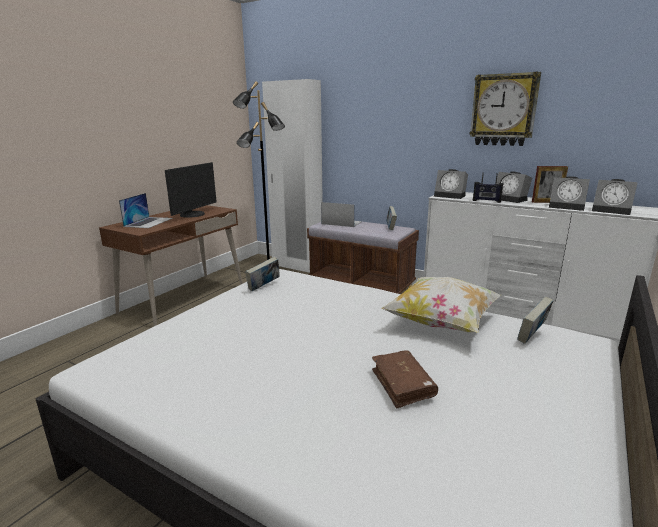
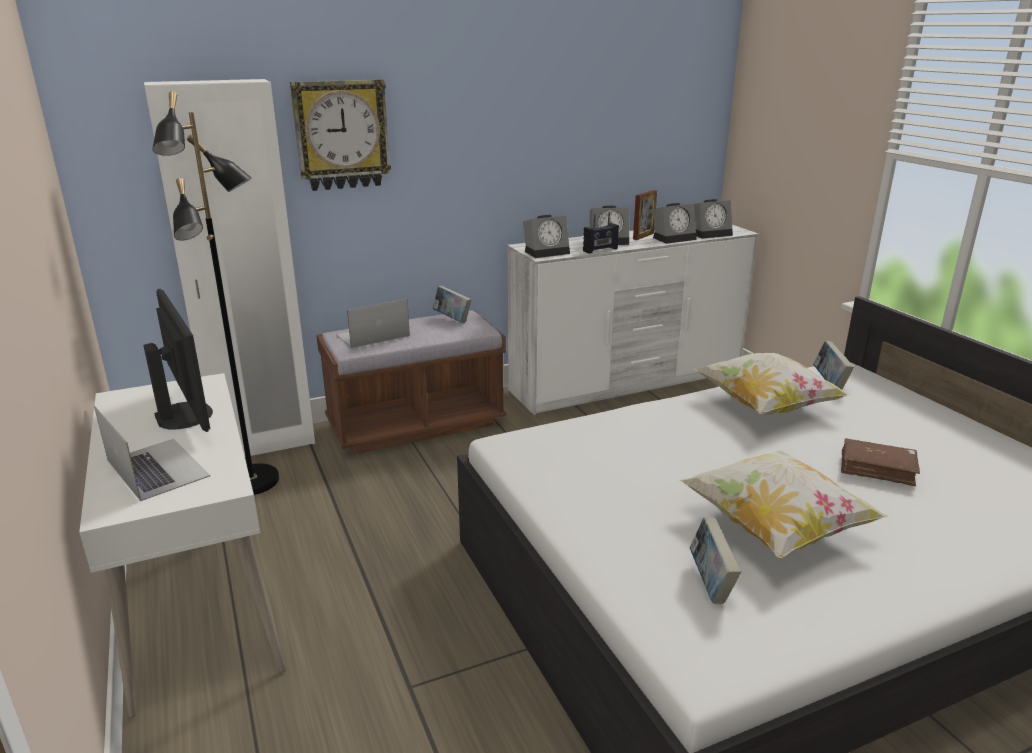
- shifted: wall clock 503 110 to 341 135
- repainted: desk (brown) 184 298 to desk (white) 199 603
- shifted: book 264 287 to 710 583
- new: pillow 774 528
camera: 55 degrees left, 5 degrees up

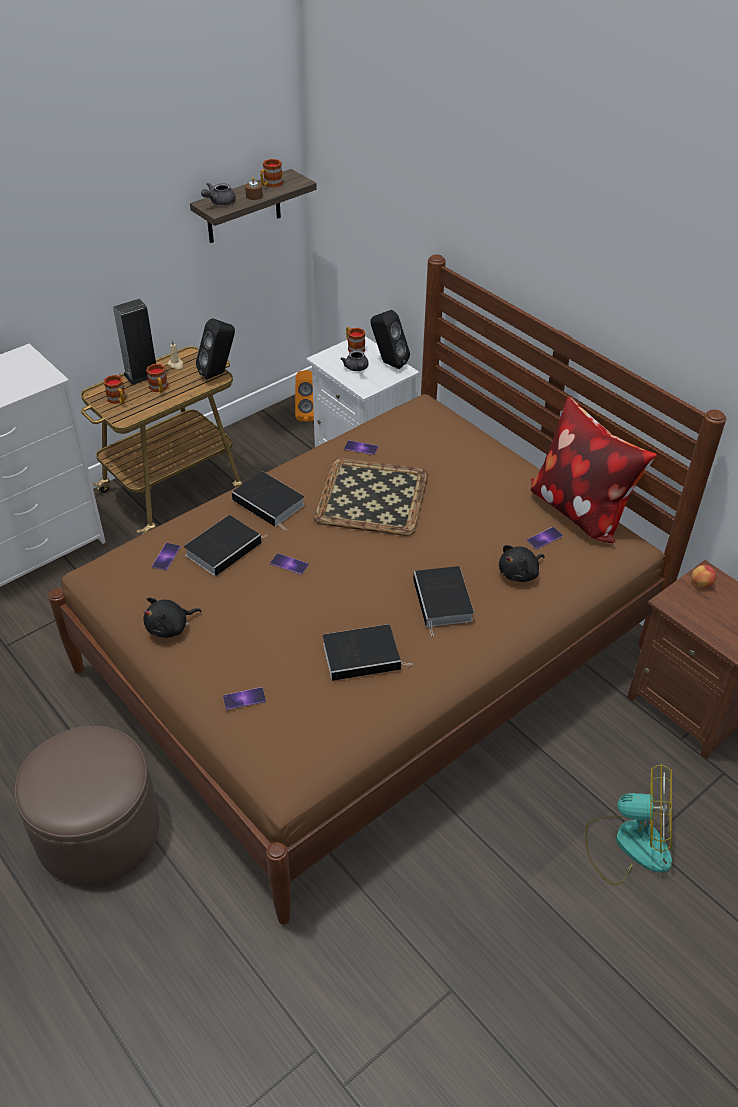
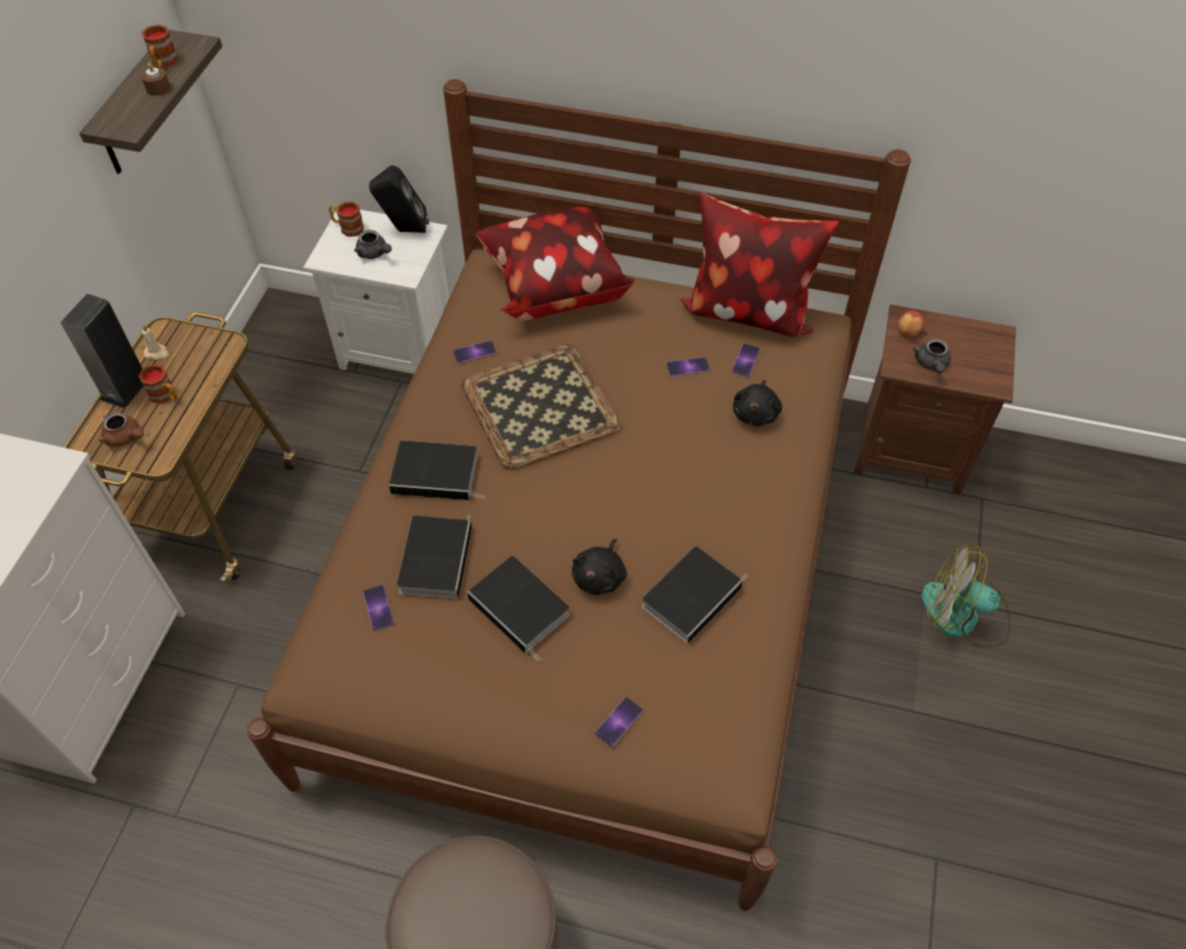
- shifted: teapot (grey) 219 202 to 931 364
- gone: speaker (black) 219 373
- gone: speaker (orange) 307 414
- swapped: mug 118 400 to teapot (brown) 126 438
- shifted: phone 289 564 to 688 367
- shifted: book 443 602 to 522 608
- shifted: plush toy (black) 170 627 to 600 576
- rotated: fan 628 843 = 963 616 135 degrees counterclockwise
- new: pillow 553 286
camera: 35 degrees left, 10 degrees up

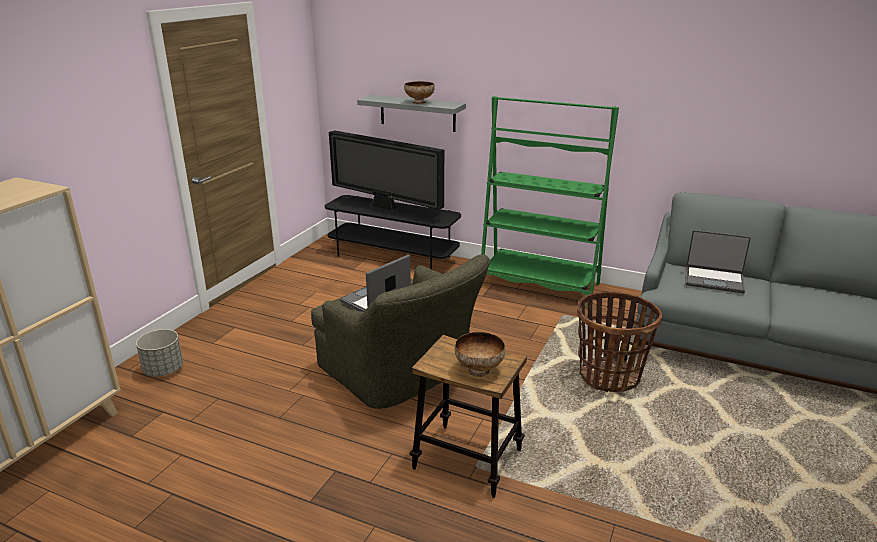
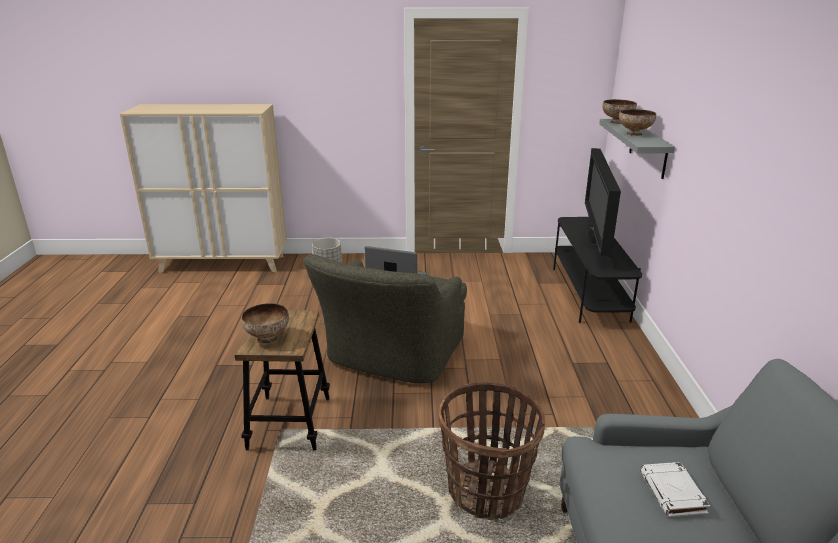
- gone: bookcase (green) 539 285
- swapped: laptop 714 280 to book (white) 673 493
- new: bowl 616 122
camera: 65 degrees right, 0 degrees up

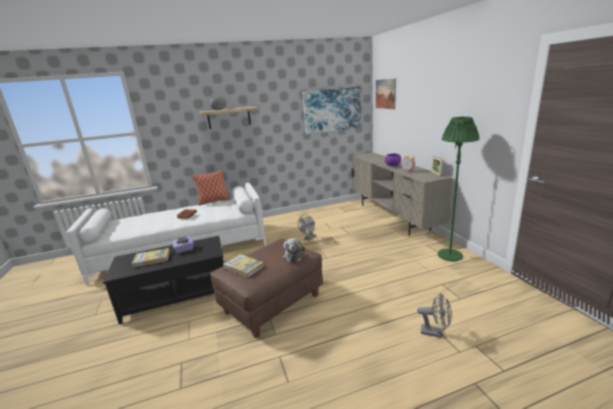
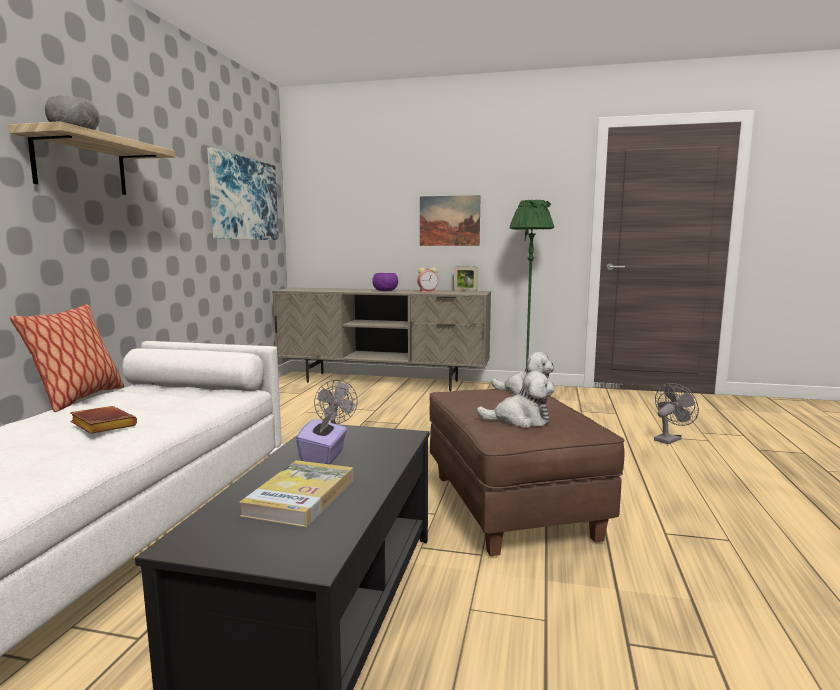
- shifted: picture 385 94 to 449 221
- swapped: book 243 267 to plush toy 520 420
camera: 60 degrees left, 10 degrees down

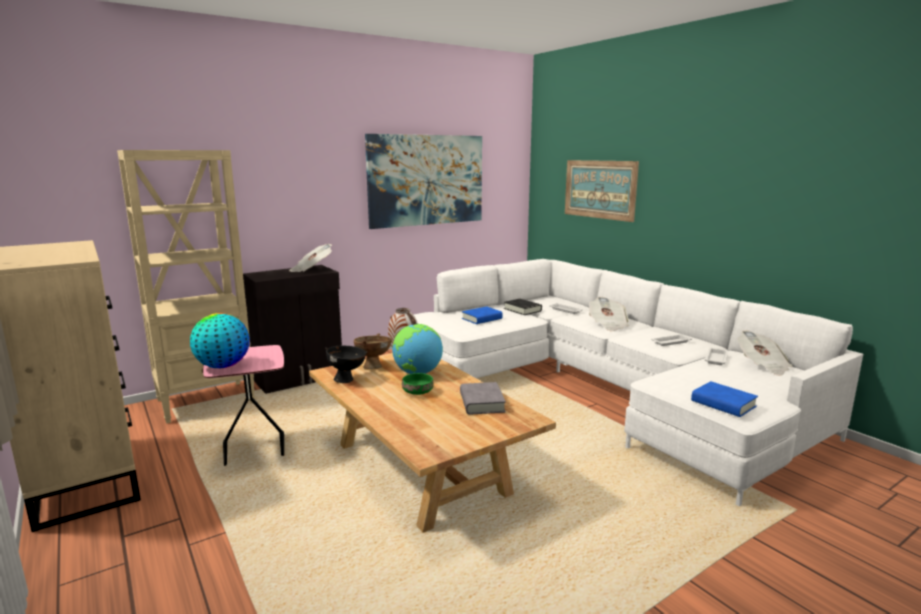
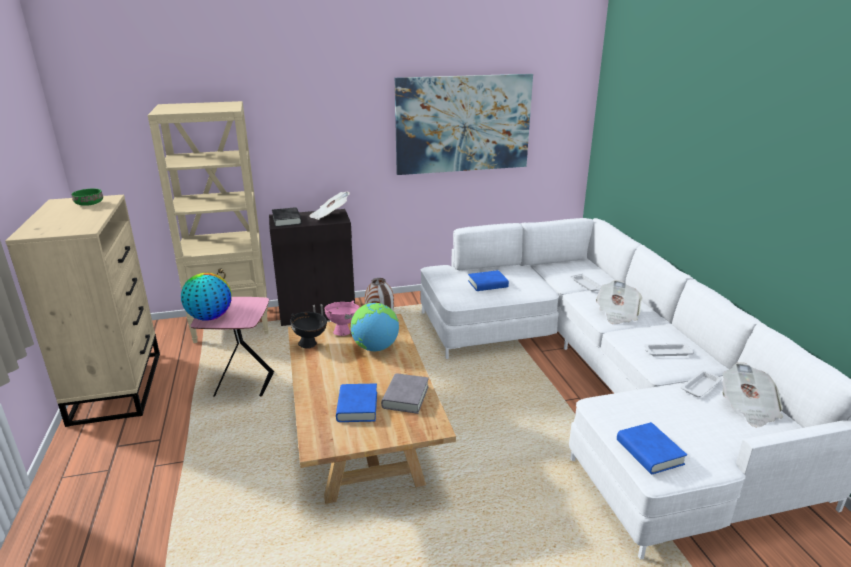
- gone: picture 599 189
- shifted: book (black) 522 310 to 287 220
- repainted: bowl (brown) 373 365 to bowl (pink) 344 331
- shifted: bowl (green) 418 392 to 89 204
- new: book (blue) 357 407
camera: 20 degrees right, 10 degrees up

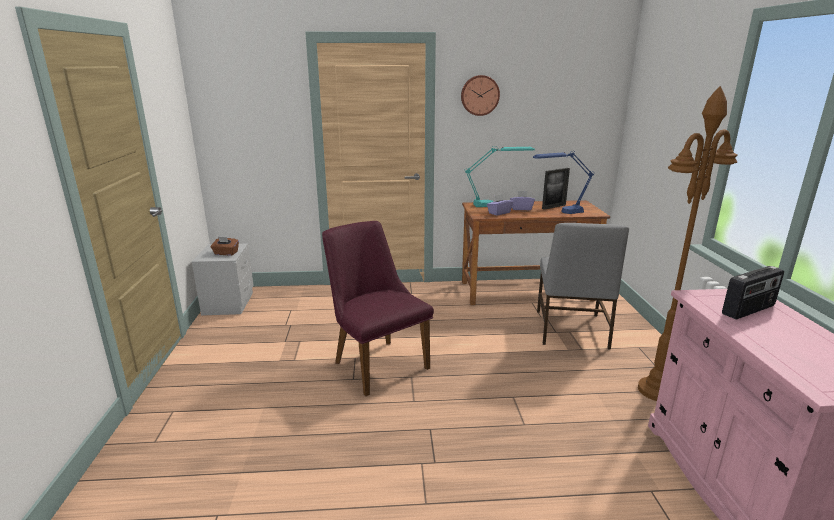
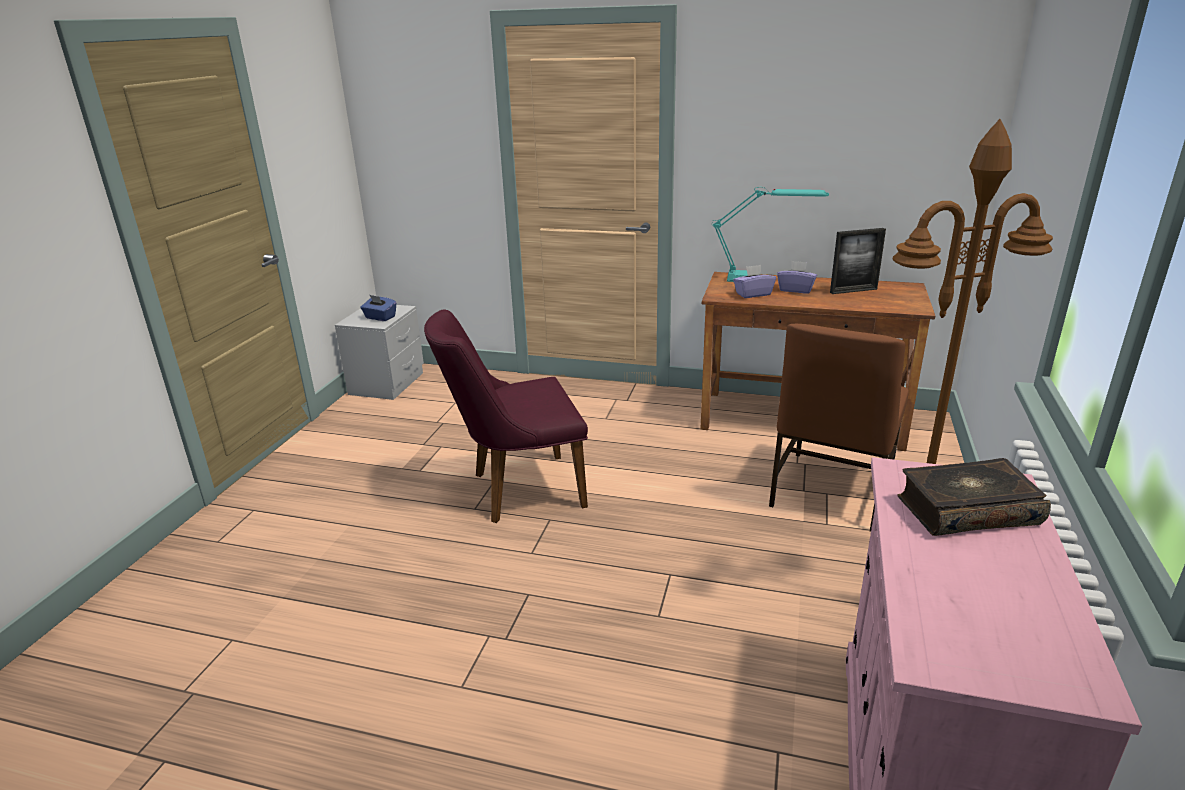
- gone: wall clock 479 95
- gone: table lamp (blue) 559 213
- rotated: chair (purple) 375 361 = 516 490 90 degrees counterclockwise
- repainted: chair (grey) 570 330 to chair (brown) 830 491
- repainted: tissue box (brown) 226 253 to tissue box (blue) 380 318
- swapped: radio 749 310 to book 966 510
camera: 20 degrees right, 5 degrees up

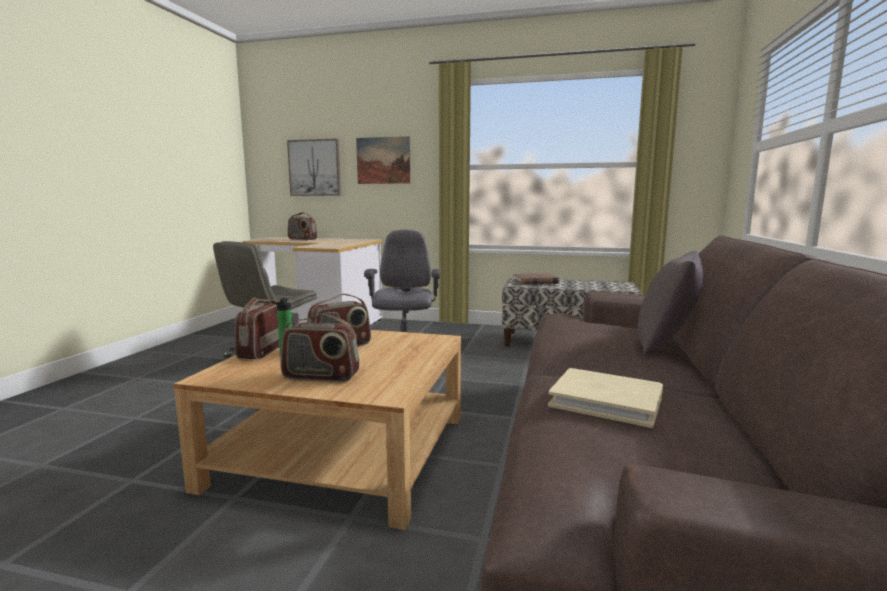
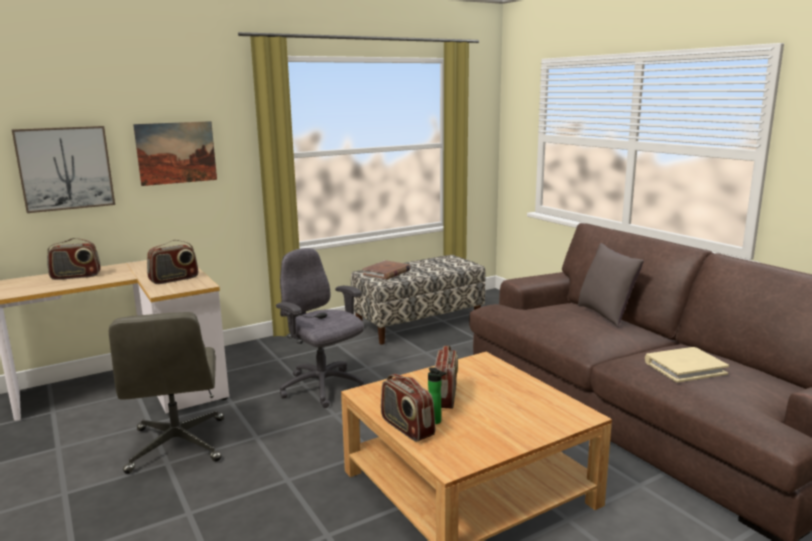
- shifted: radio 320 376 to 174 279
camera: 45 degrees left, 5 degrees up

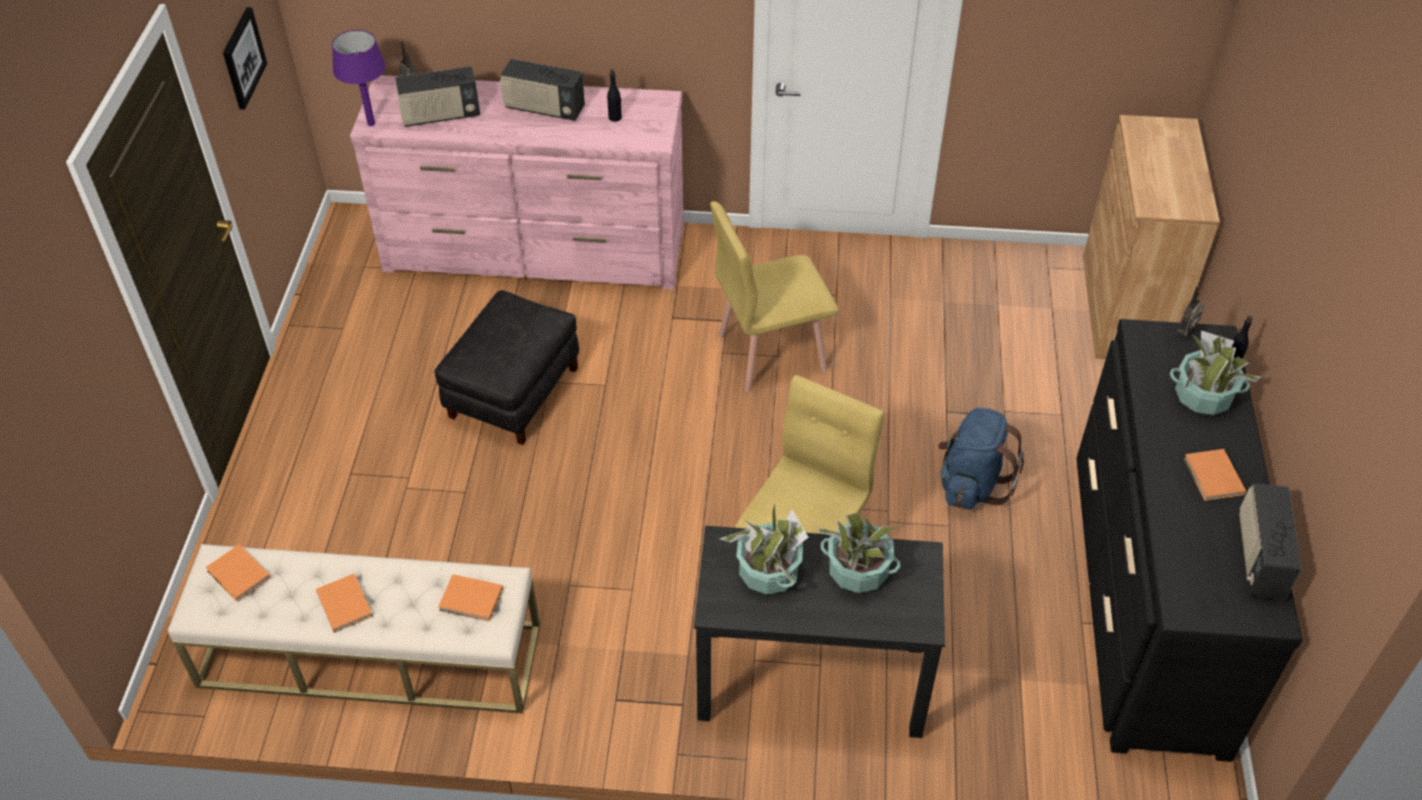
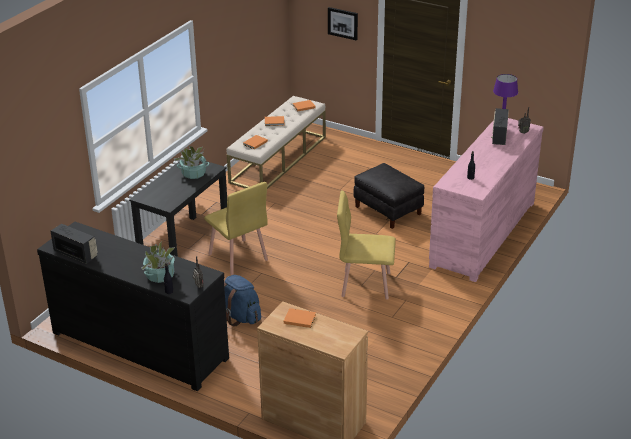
- shifted: picture 243 58 to 343 23
- gone: radio 544 109
- rotated: chair (yellow) 770 352 = 365 284 90 degrees counterclockwise
- shifted: book (orange) 1213 478 to 299 319
- gone: potted plant 858 571
camera: 115 degrees right, 15 degrees down

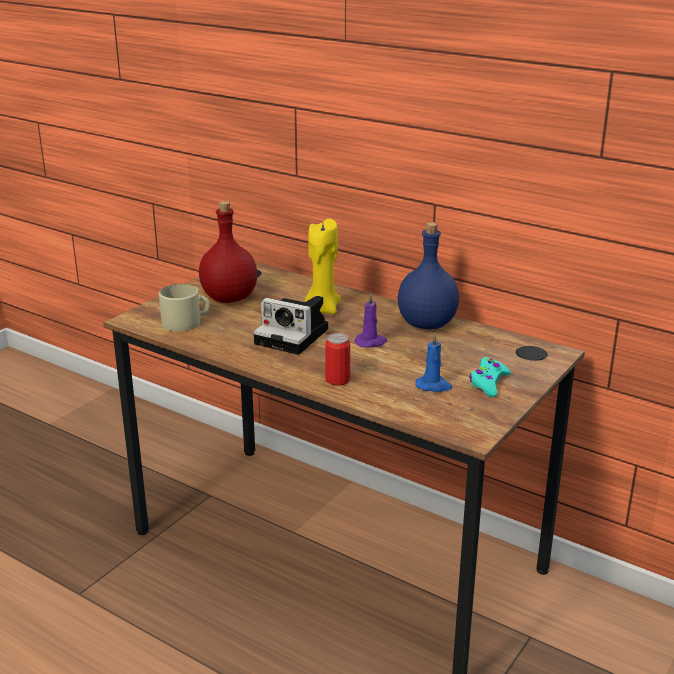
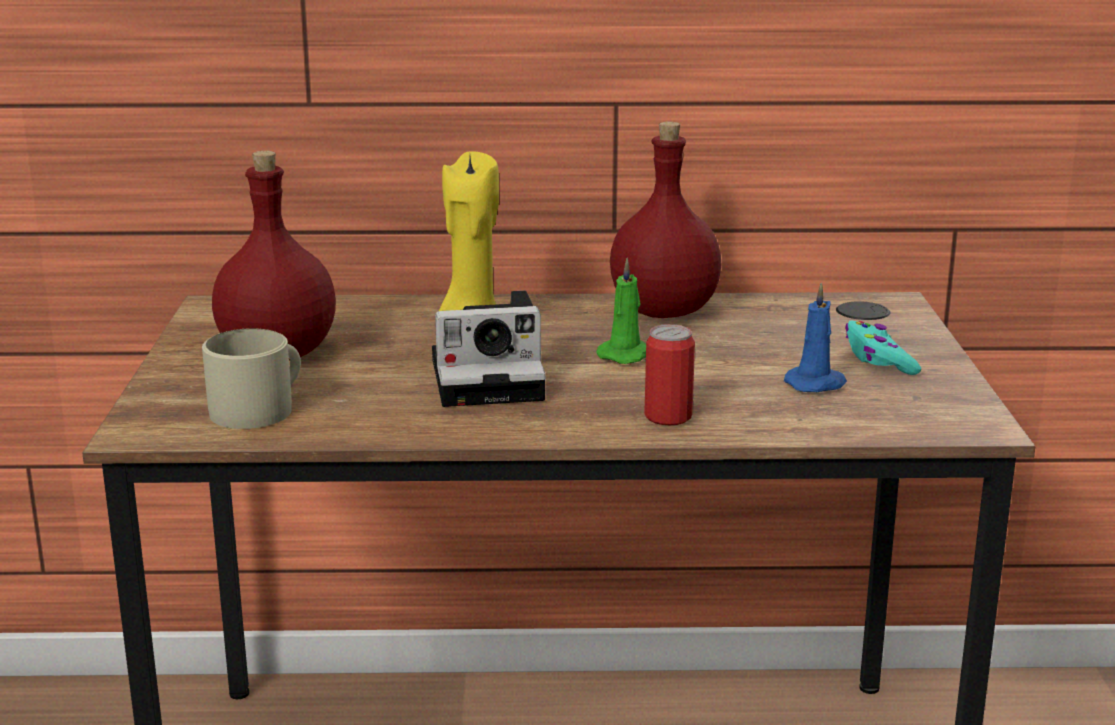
- repainted: bottle (blue) 426 324 to bottle (red) 664 312
- repainted: candle (purple) 371 342 to candle (green) 626 355
camera: 35 degrees left, 5 degrees down

